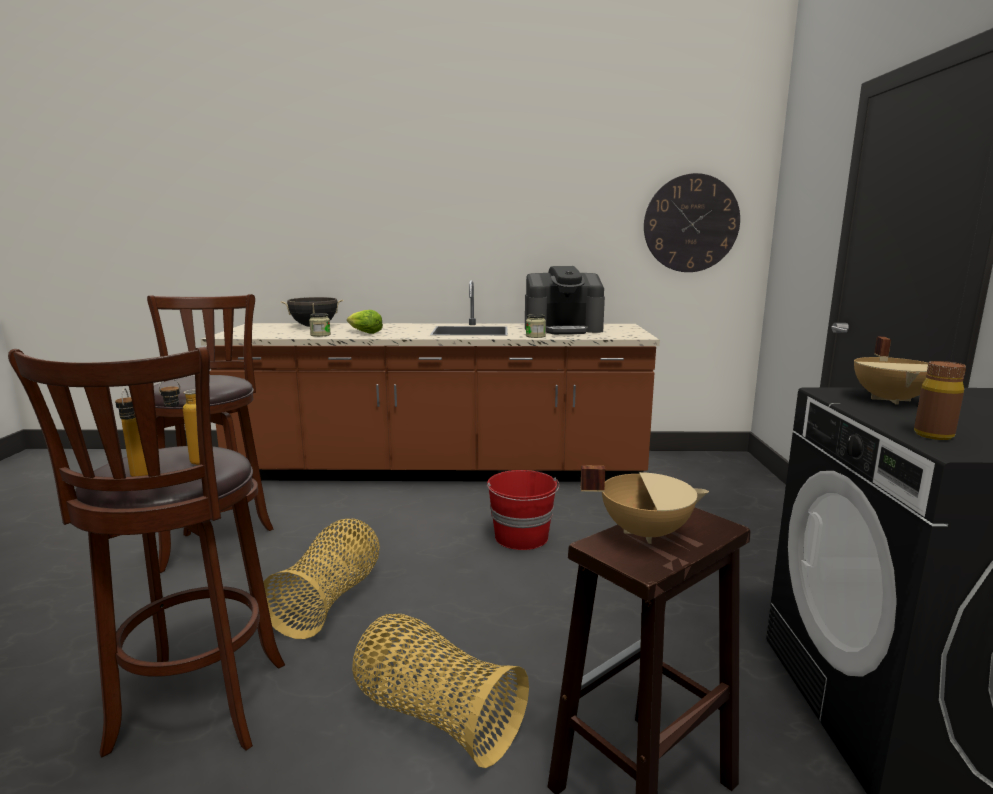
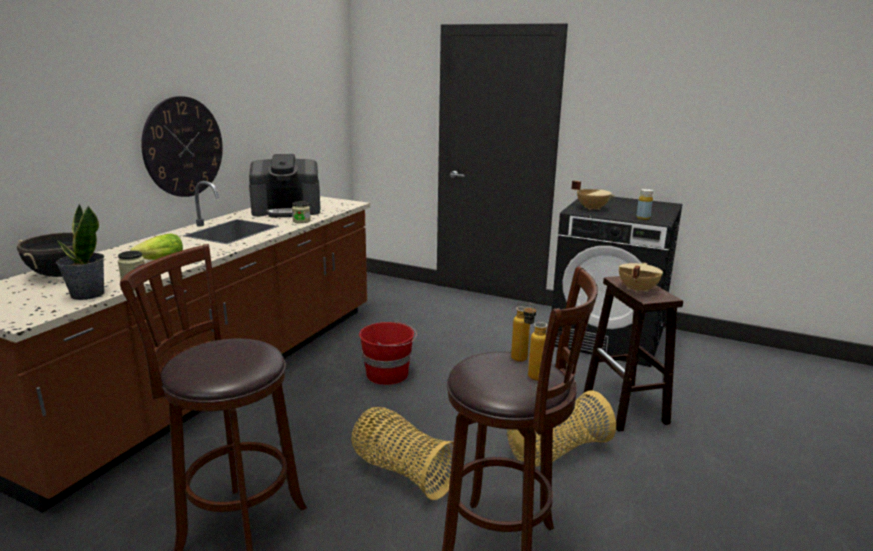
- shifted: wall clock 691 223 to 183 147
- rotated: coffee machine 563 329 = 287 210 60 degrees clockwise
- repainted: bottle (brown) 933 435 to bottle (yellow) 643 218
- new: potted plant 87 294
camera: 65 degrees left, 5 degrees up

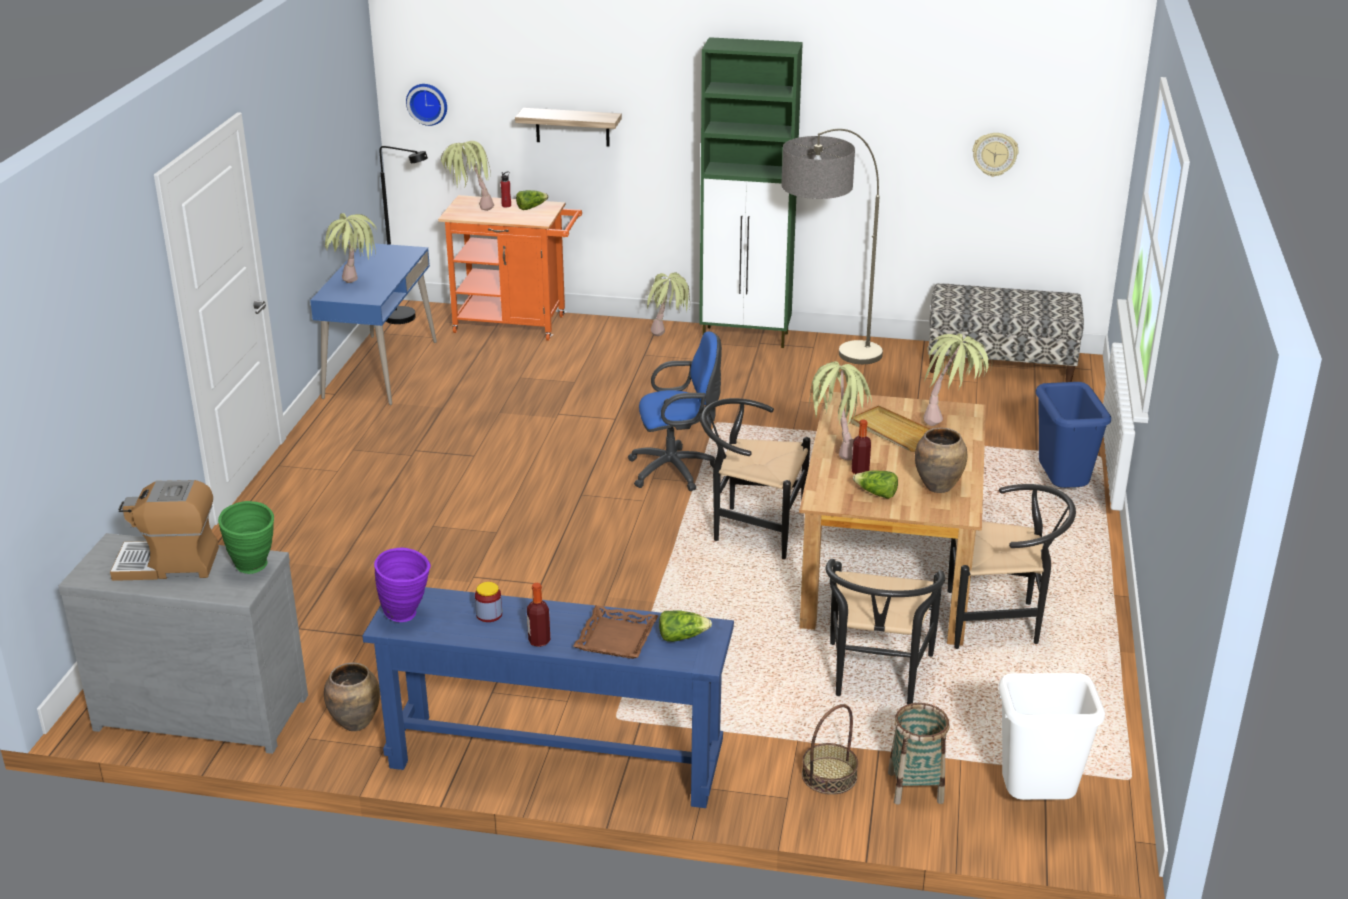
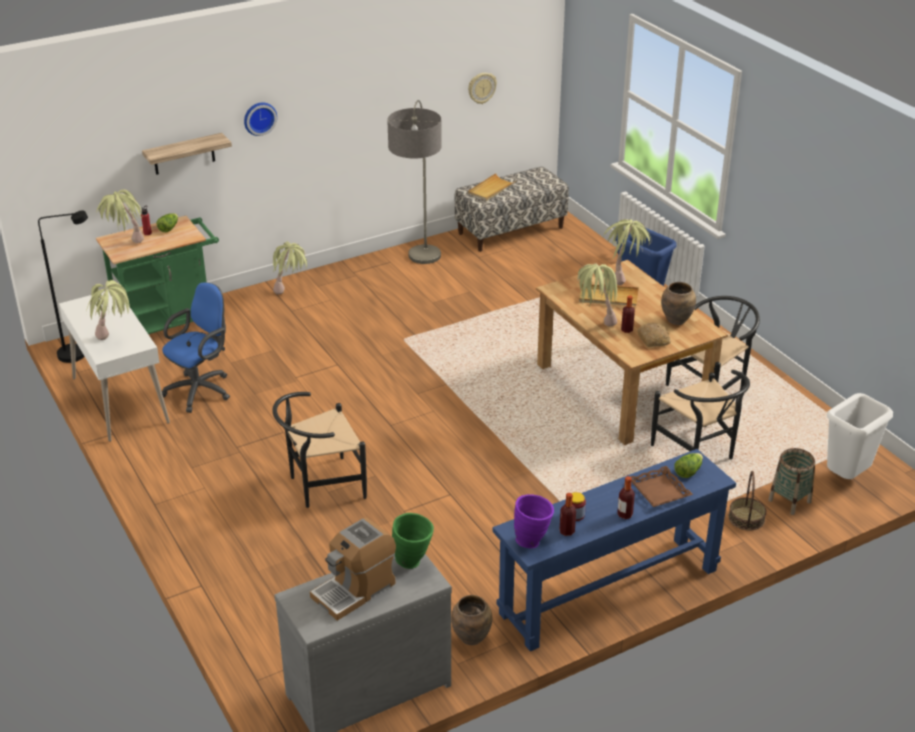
- gone: cabinet (green) 746 337
- shifted: wall clock 427 103 to 259 118
- repainted: cart (orange) 517 324 to cart (green) 170 324
- repainted: desk (blue) 380 369 to desk (white) 119 400
- shifted: office chair (blue) 677 470 to 201 390
- shifted: chair (black) 751 529 to 321 486
- swapped: lettuce 876 494 to bread 654 339
- new: tray (beige) 491 189
- new: bottle 567 531
camera: 40 degrees left, 5 degrees up

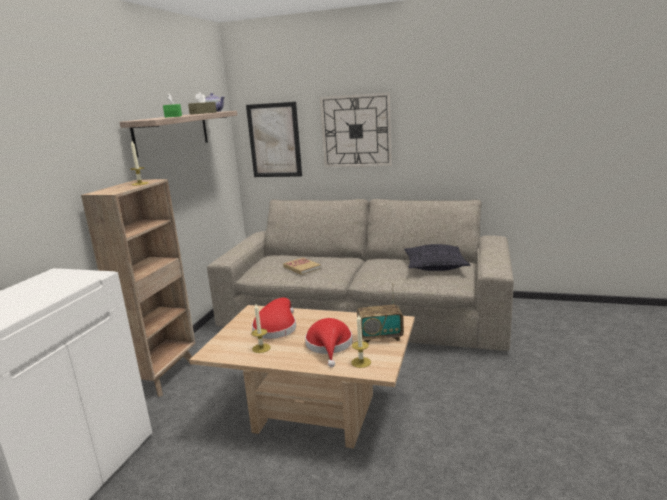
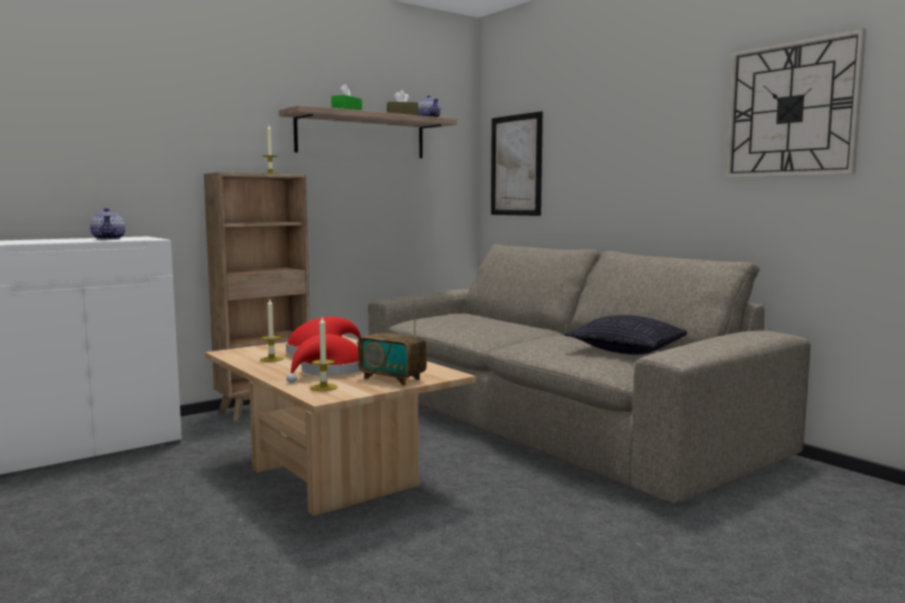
- shifted: wall clock 356 131 to 791 109
- gone: book 302 267
- new: teapot 109 239
camera: 35 degrees right, 10 degrees down

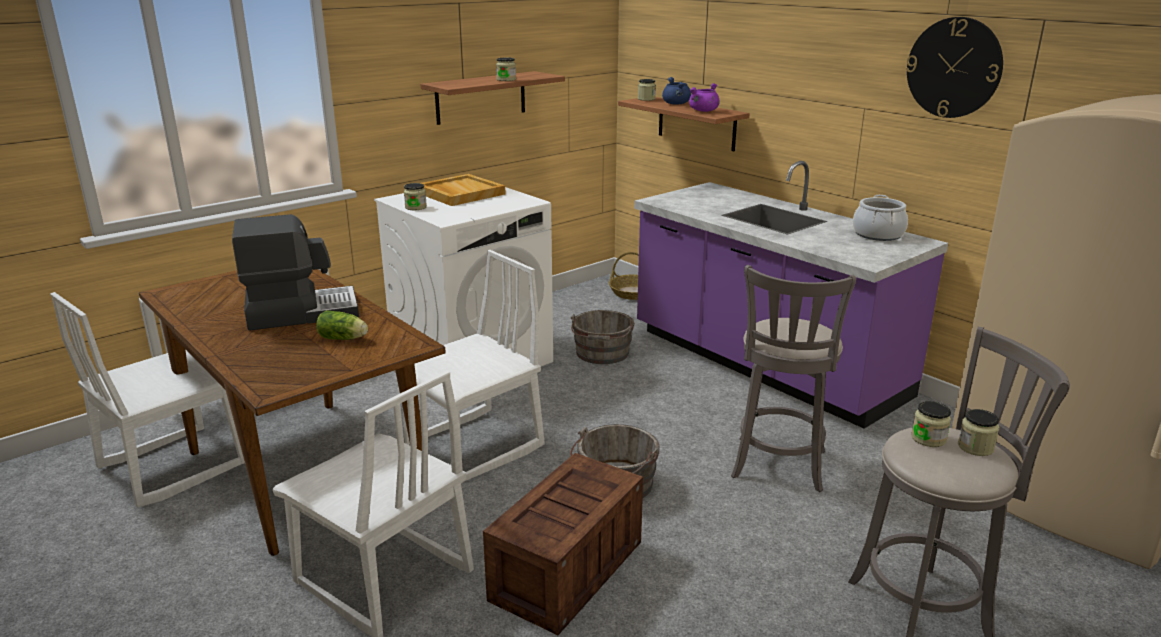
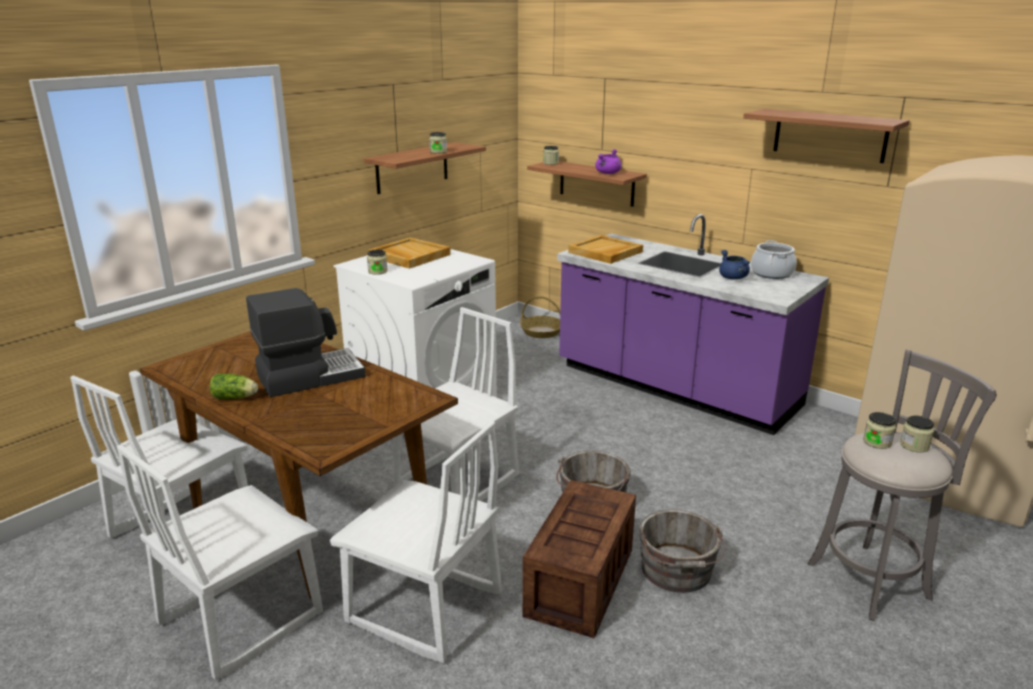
- swapped: wall clock 954 68 to shelf 829 135
- shifted: cooking pot (blue) 676 104 to 733 278
- gone: stool (grey) 778 467
- shifted: bucket (grey) 602 354 to 677 572
- shifted: lettuce 344 338 to 236 397
- new: tray (beige) 605 252
- new: chair (white) 240 618
camera: 10 degrees left, 0 degrees up

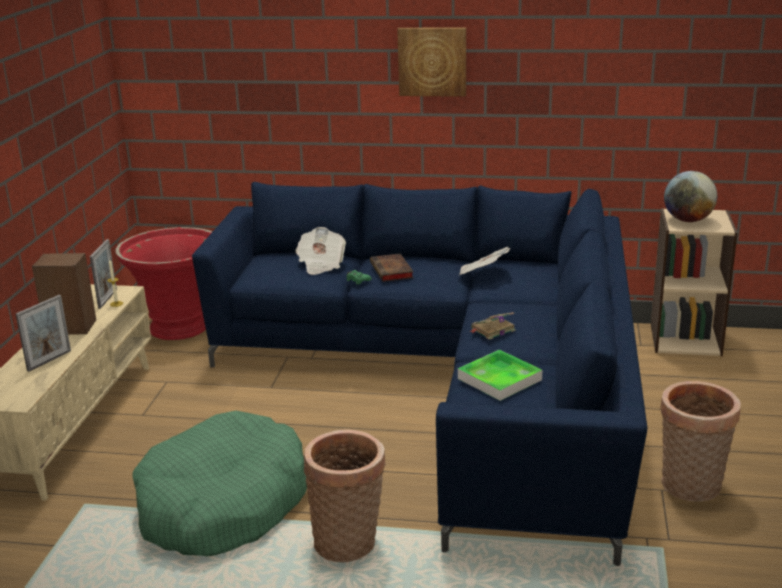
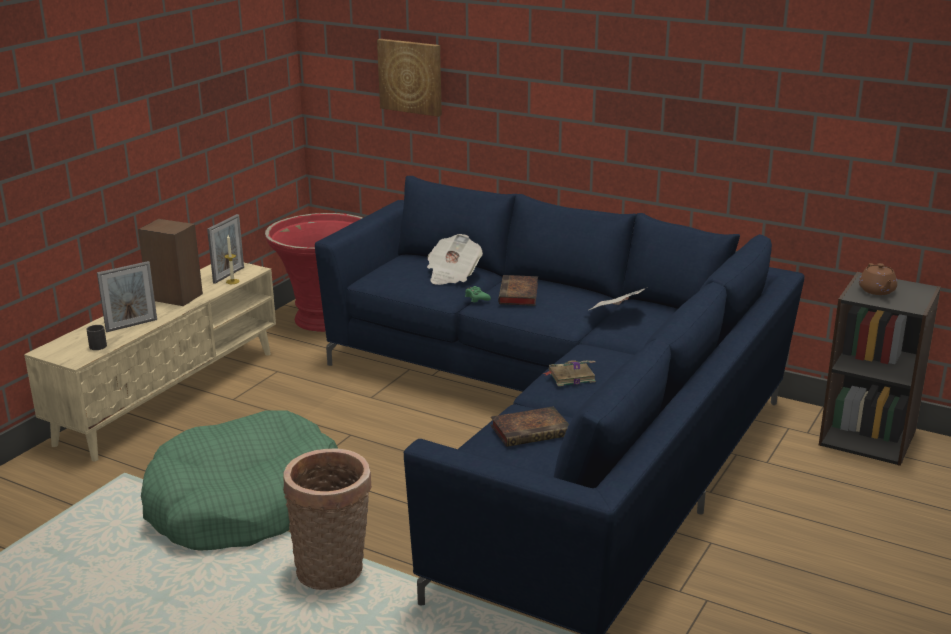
- shifted: picture 432 61 to 411 76
- swapped: globe 688 220 to teapot (brown) 877 291
- repainted: bookcase (beige) 685 339 to bookcase (black) 868 437
- swapped: tray 499 379 to book 532 430
- gone: basket 690 488
- new: mug (black) 98 345
camera: 20 degrees right, 0 degrees up

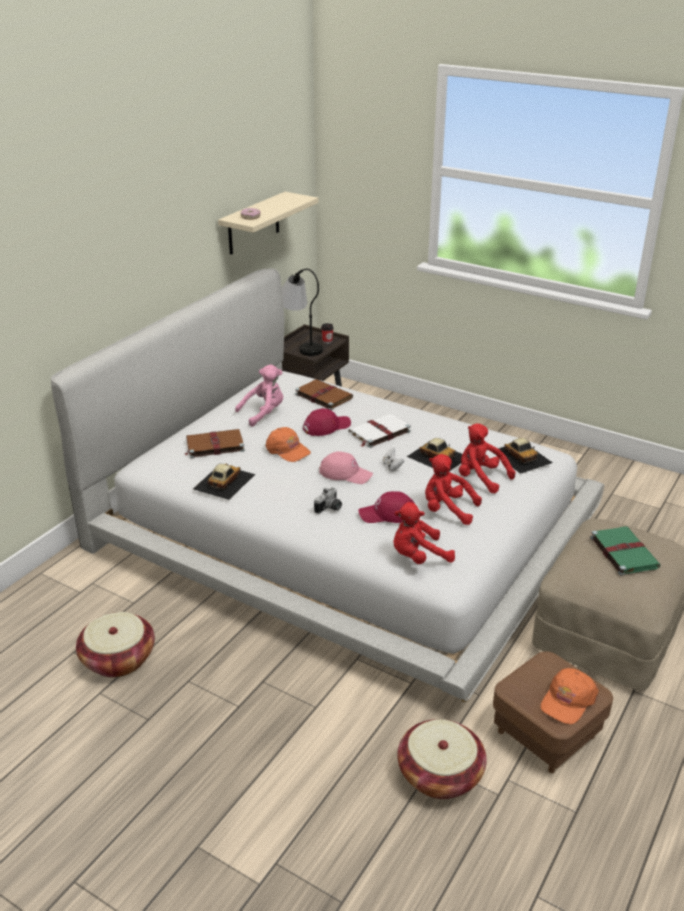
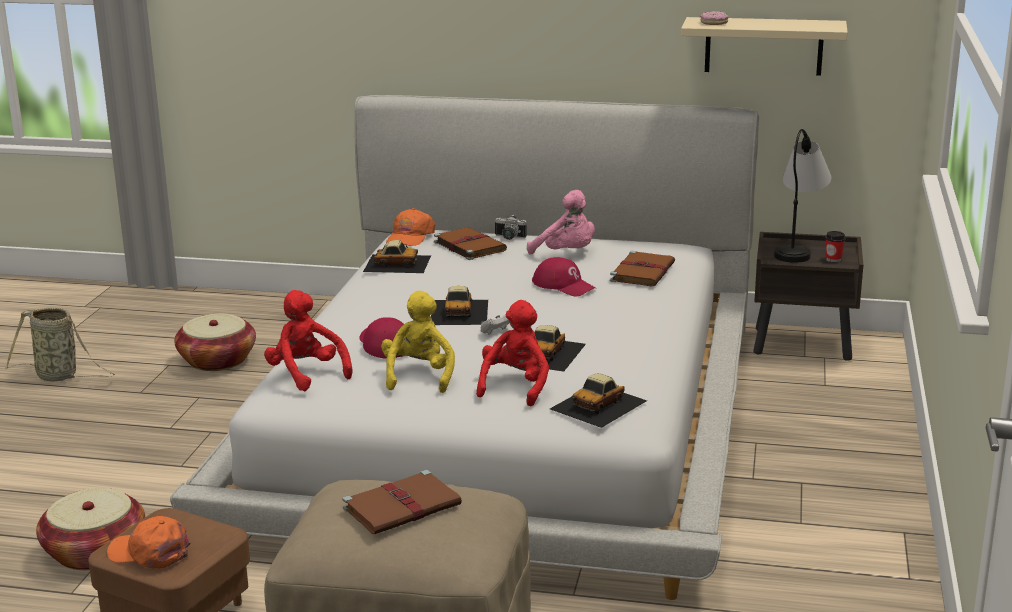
- gone: book (white) 378 432
- shifted: cap (orange) 287 450 to 410 237
- swapped: cap (pink) 345 473 to toy car 460 312
- repainted: plush toy (red) 447 510 to plush toy (yellow) 419 376
- shifted: photo camera 330 508 to 508 238
- repainted: book (green) 623 552 to book (brown) 403 506
- new: basket 60 376
camera: 70 degrees right, 10 degrees down

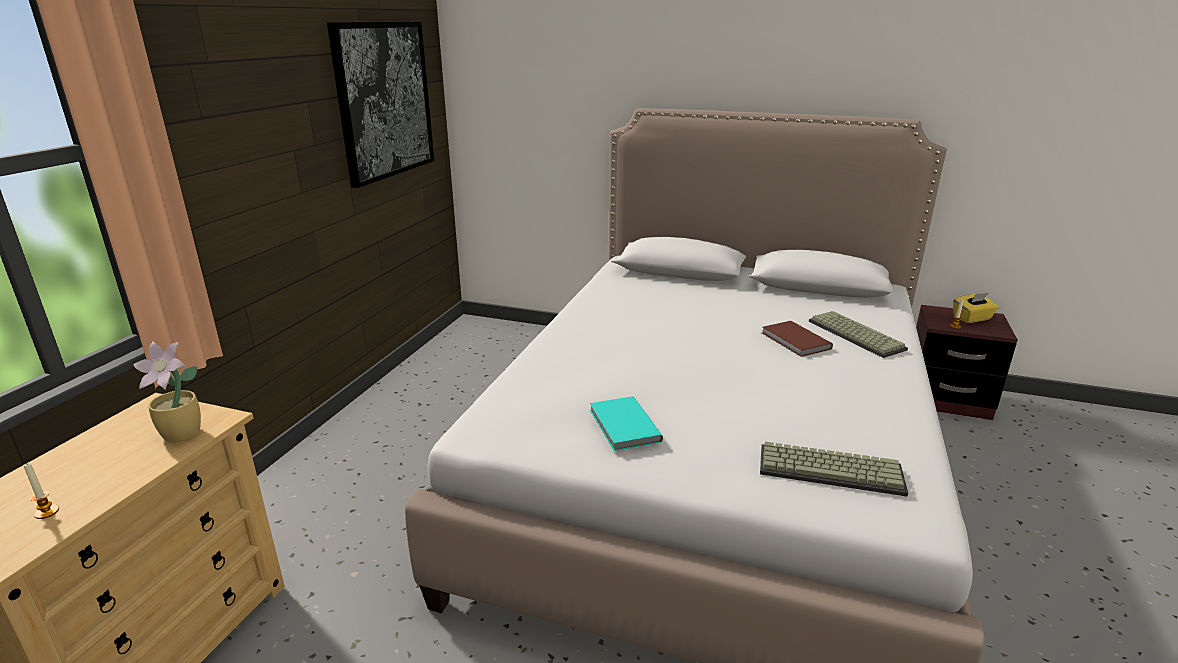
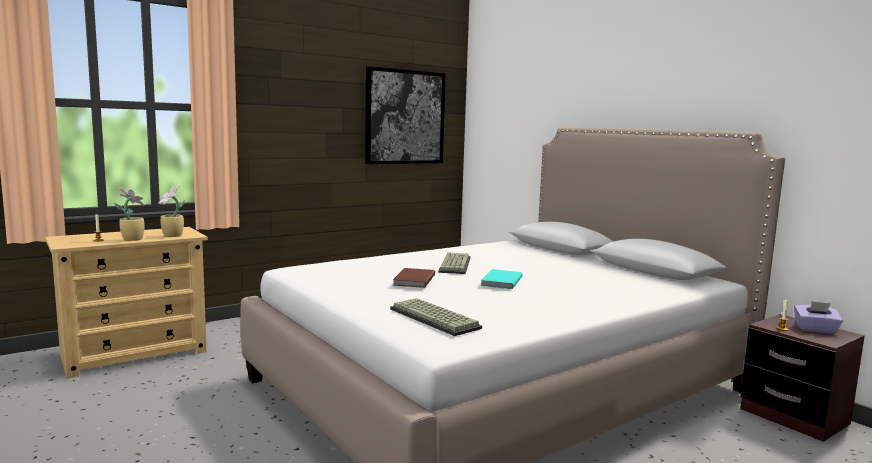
- repainted: tissue box (yellow) 972 318 to tissue box (purple) 816 329
- shifted: keyboard 853 335 to 454 264
- shifted: book (brown) 795 341 to 413 280
- shifted: book (turquoise) 623 426 to 500 281
- new: potted plant 132 239
camera: 35 degrees right, 15 degrees down

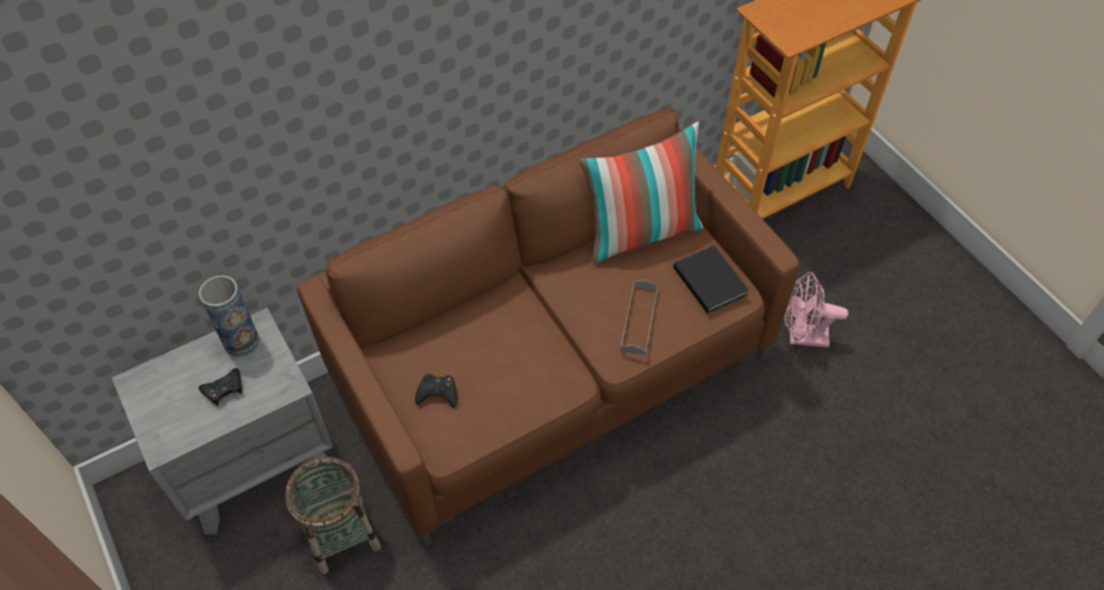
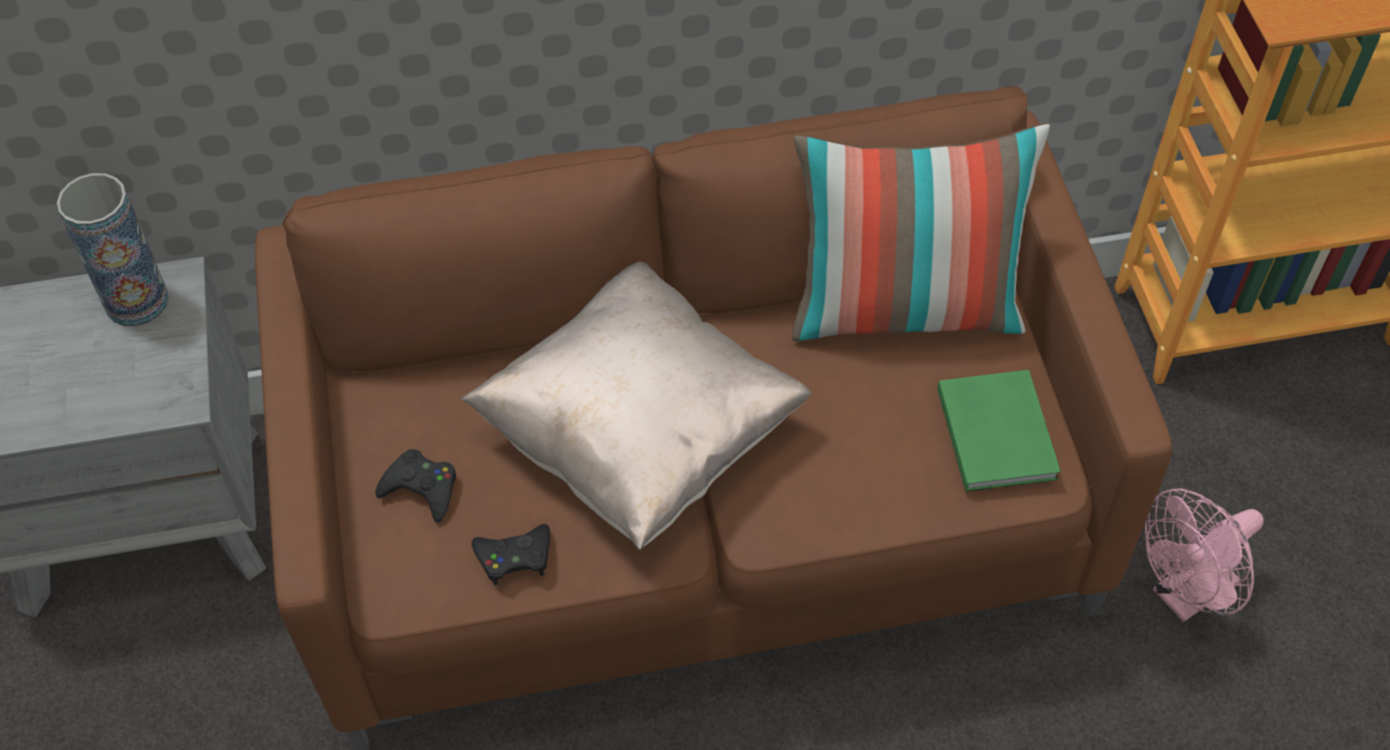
- repainted: book (black) 710 279 to book (green) 997 430
- rotated: fan (pink) 801 337 = 1185 596 60 degrees counterclockwise
- gone: tray (grey) 639 320
- shifted: game controller (black) 224 389 to 514 557
- gone: basket 341 535
- new: pillow (beige) 640 436
camera: 20 degrees right, 0 degrees up

